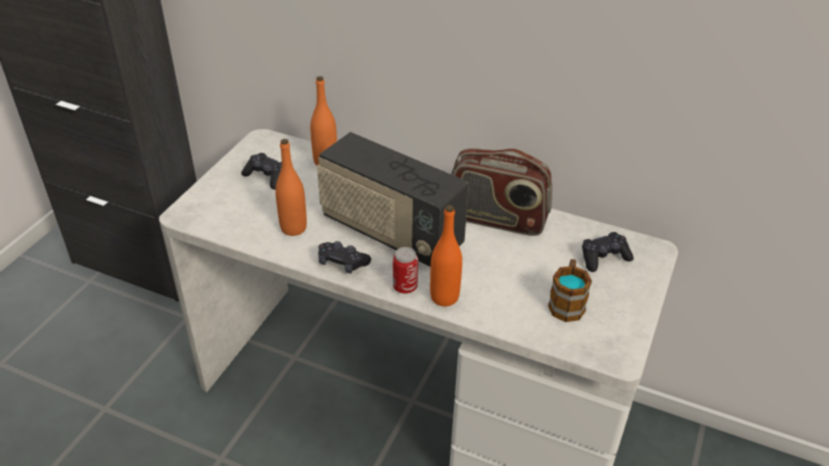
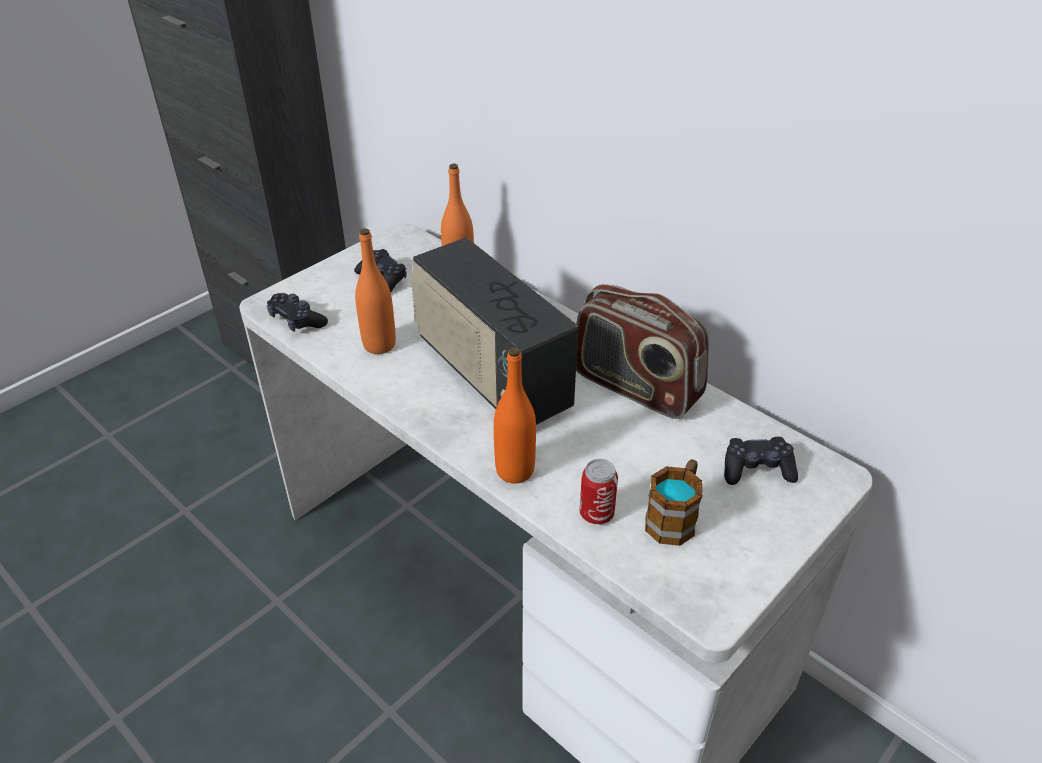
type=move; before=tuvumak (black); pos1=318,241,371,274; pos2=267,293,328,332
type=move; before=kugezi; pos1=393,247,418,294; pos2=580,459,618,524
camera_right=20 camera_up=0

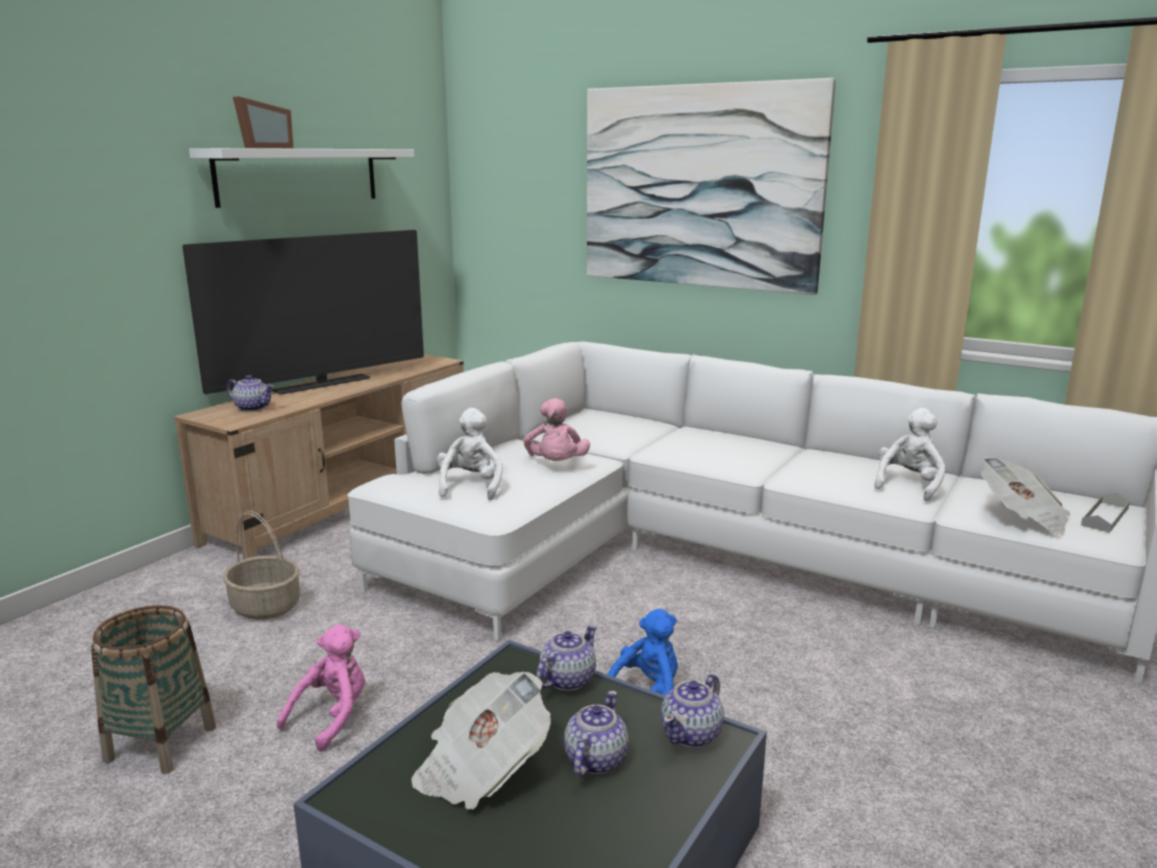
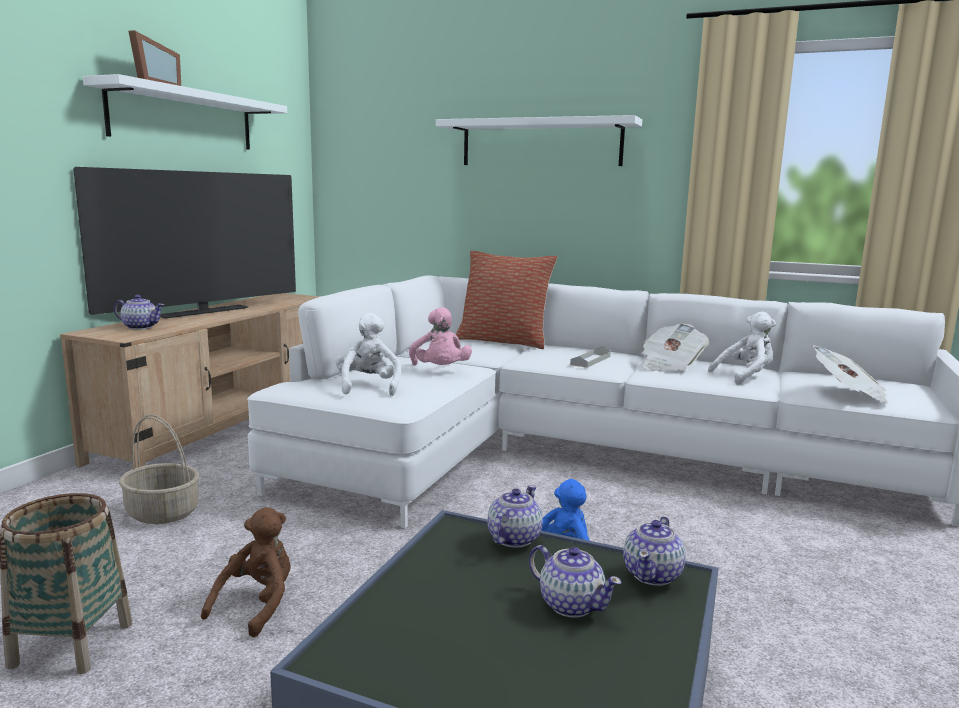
type=replace; before=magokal; after=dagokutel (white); pos1=587,78,836,295; pos2=436,115,642,166
type=rotate; before=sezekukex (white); pos1=874,408,946,501; pos2=708,312,776,385; turn=45
type=move; before=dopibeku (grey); pos1=1081,493,1130,533; pos2=570,346,611,368
type=recolor; before=sezekukex (pink); after=sezekukex (brown); pos1=276,624,365,752; pos2=201,507,291,638
type=move; before=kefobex; pos1=411,672,551,810; pos2=641,323,709,371
type=rotate; before=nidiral; pos1=564,691,629,777; pos2=529,545,622,618; turn=120
type=insert; after=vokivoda; pos2=456,250,557,349
camera_right=-10 camera_up=-5

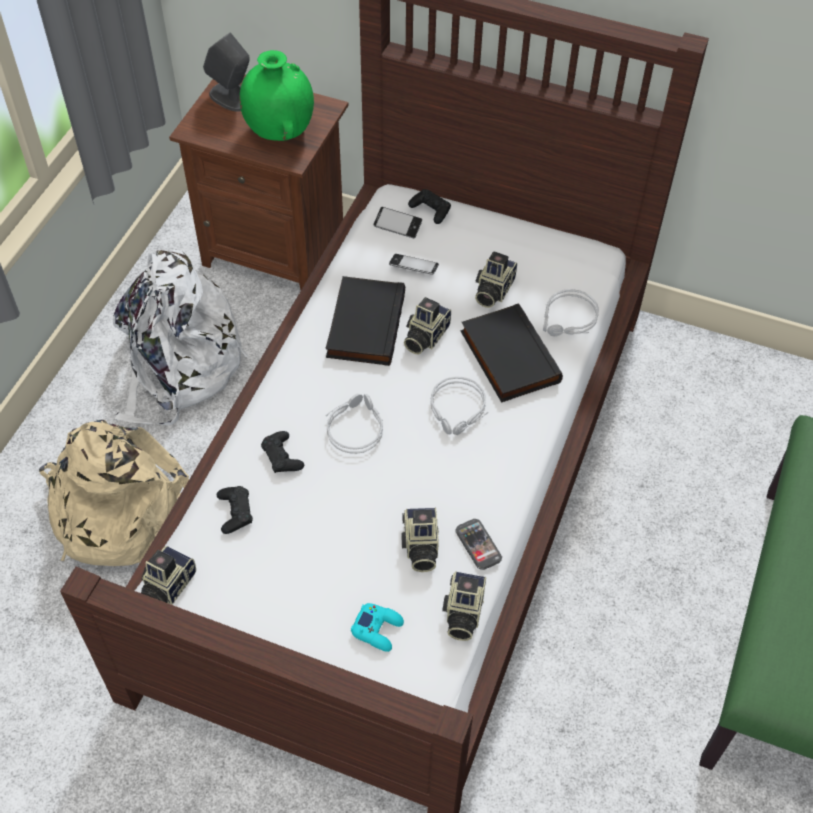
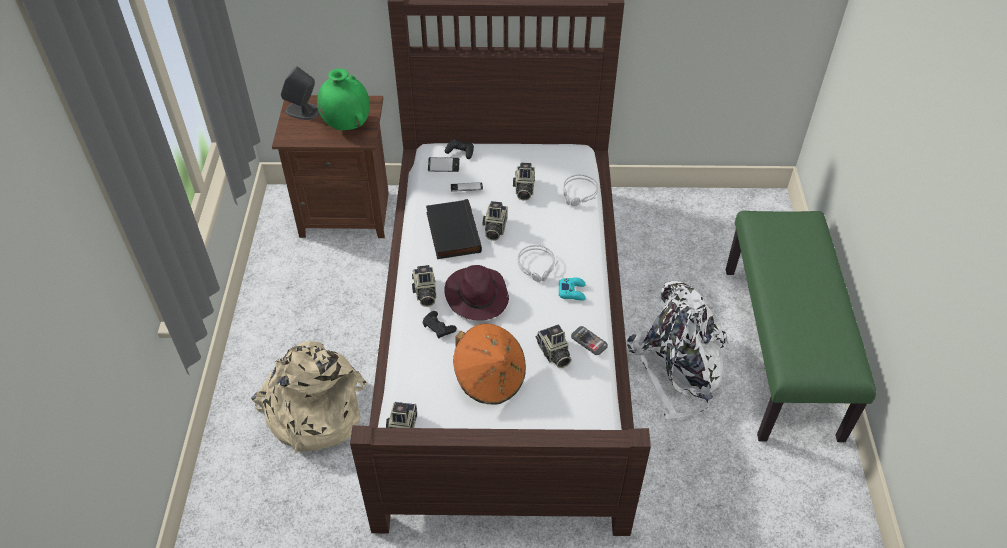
type=move; before=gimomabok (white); pos1=113,250,248,425; pos2=626,281,731,420
type=delete; before=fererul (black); pos1=461,303,563,403
type=replace; before=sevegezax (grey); after=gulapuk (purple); pos1=325,394,383,454; pos2=444,265,509,321
type=delete; before=tuvumak (black); pos1=216,486,253,534
type=move; before=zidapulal; pos1=442,572,486,641; pos2=412,265,437,307
type=move; before=tuvumak (turquoise); pos1=351,603,404,652; pos2=559,277,586,301
type=insert; after=gulapuk (orange); pos2=453,323,526,405
camera_right=-20 camera_up=-5

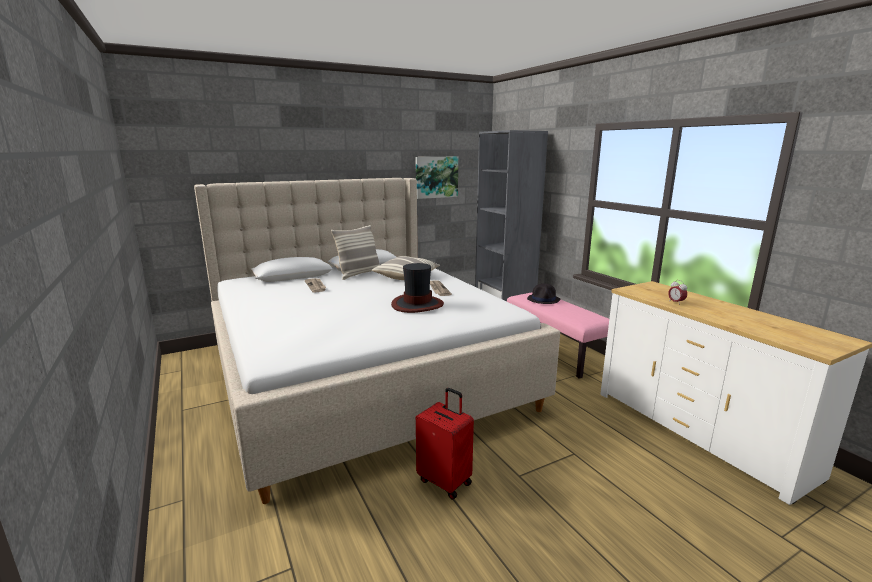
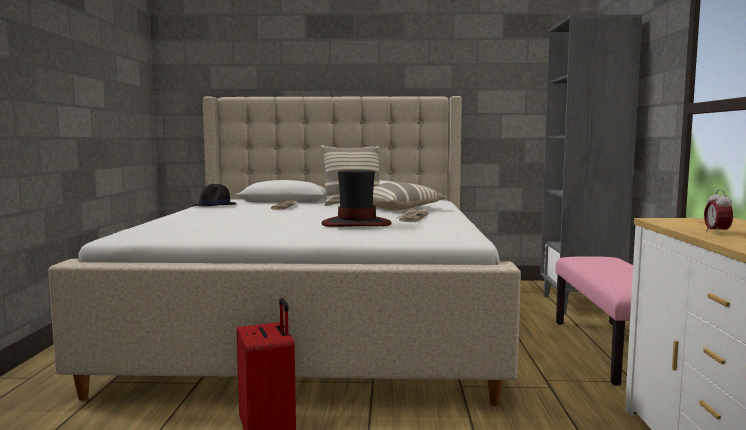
type=delete; before=magokal; pos1=416,157,458,199
type=move; before=gulapuk (black); pos1=527,283,561,304; pos2=192,184,237,206
camera_right=30 camera_up=-10

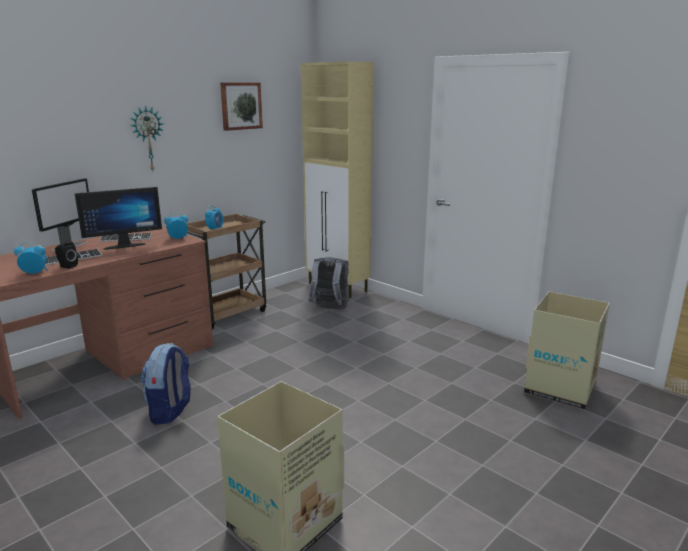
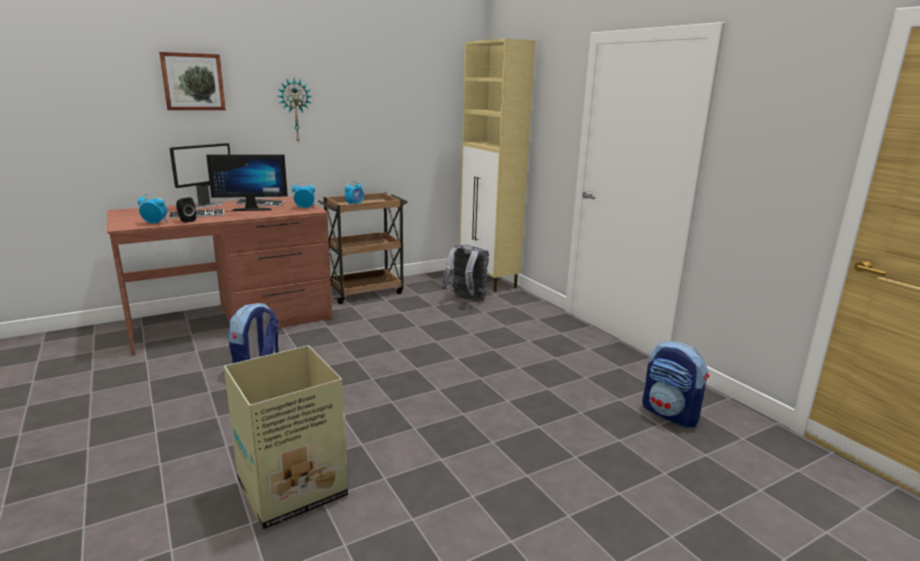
type=move; before=magokal; pos1=220,82,263,131; pos2=159,52,226,110
type=replace; before=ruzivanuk; after=gimomabok; pos1=524,292,610,410; pos2=642,341,709,427
camera_right=15 camera_up=0

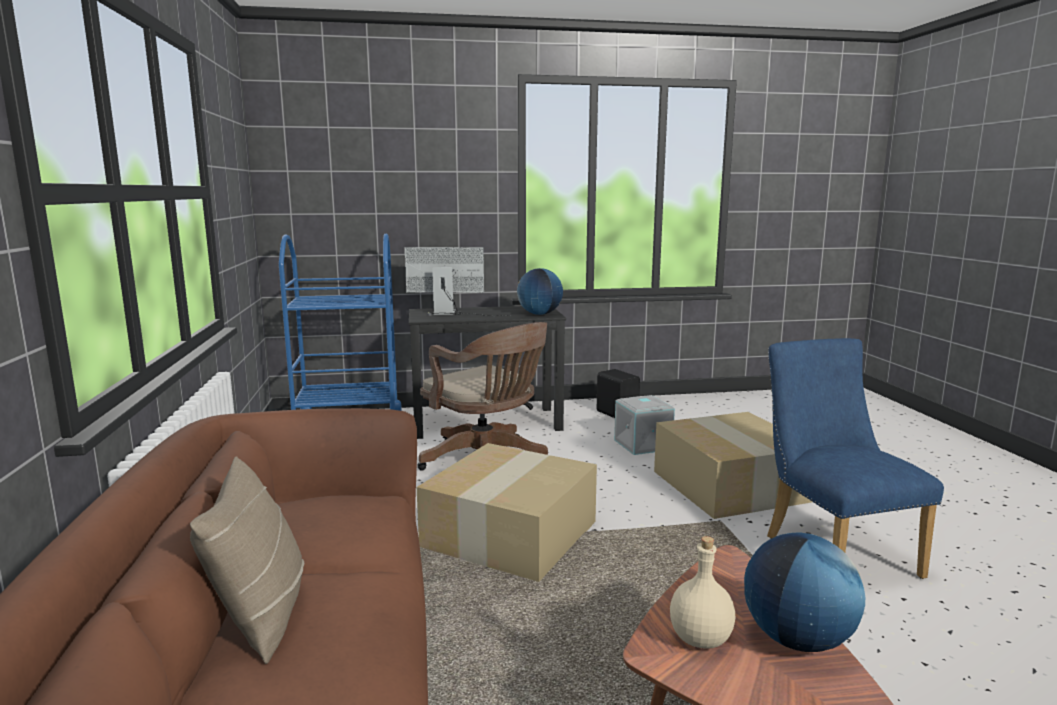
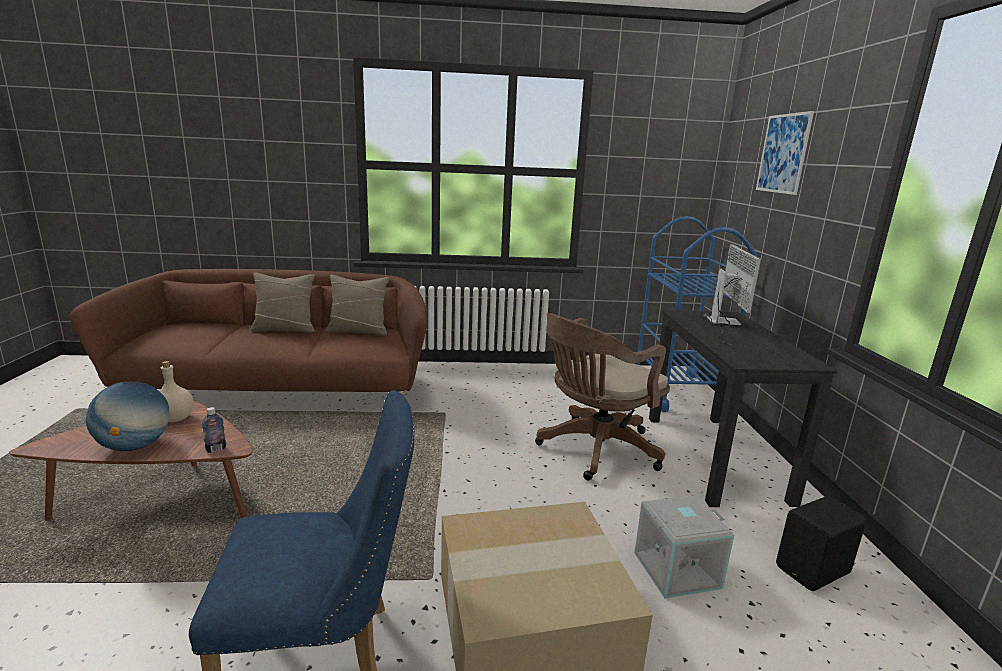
type=delete; before=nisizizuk; pos1=517,268,563,315
type=delete; before=ruzivanuk; pos1=417,443,597,582
type=insert; after=magokal; pos2=756,111,814,195
type=insert; after=vokivoda (beige); pos2=326,275,389,335
type=insert; after=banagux; pos2=202,407,226,453
camera_right=95 camera_up=5

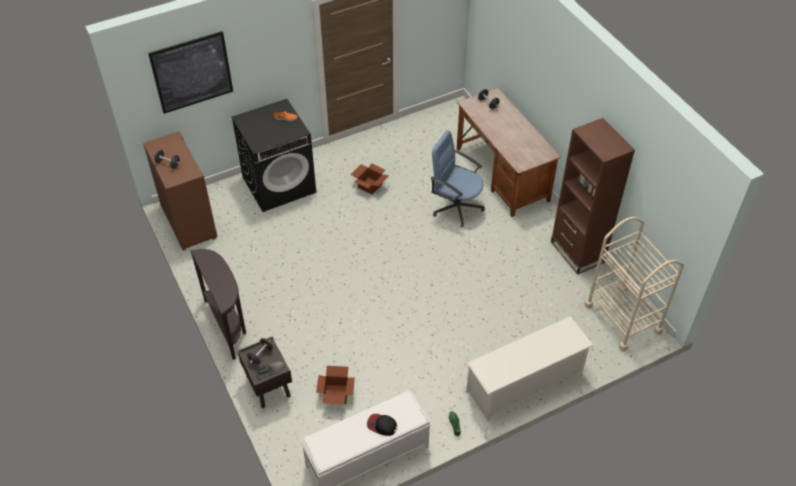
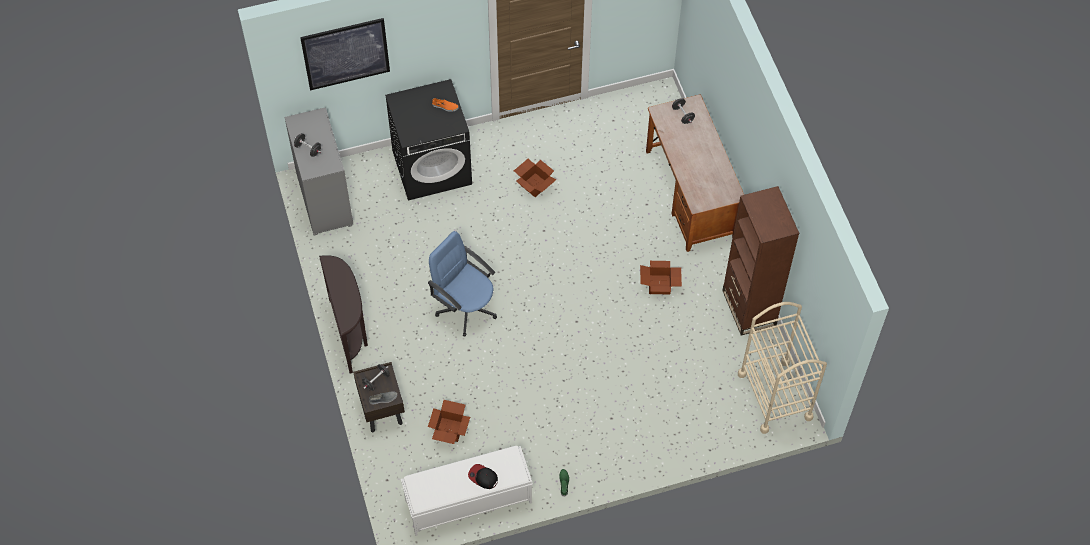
type=move; before=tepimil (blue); pos1=431,130,485,227; pos2=428,231,497,336
type=recolor; before=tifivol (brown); after=tifivol (grey); pos1=143,131,217,251; pos2=284,108,353,236
type=delete; before=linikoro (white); pos1=466,316,594,421
type=insert; after=ruzivanuk; pos2=640,261,682,294
camera_right=10 camera_up=10

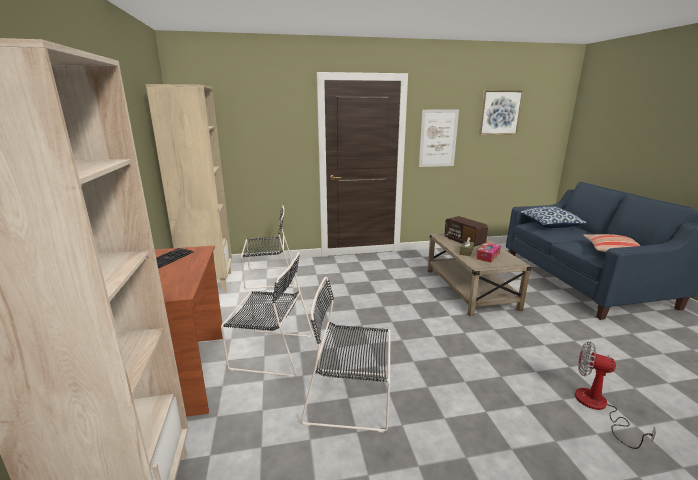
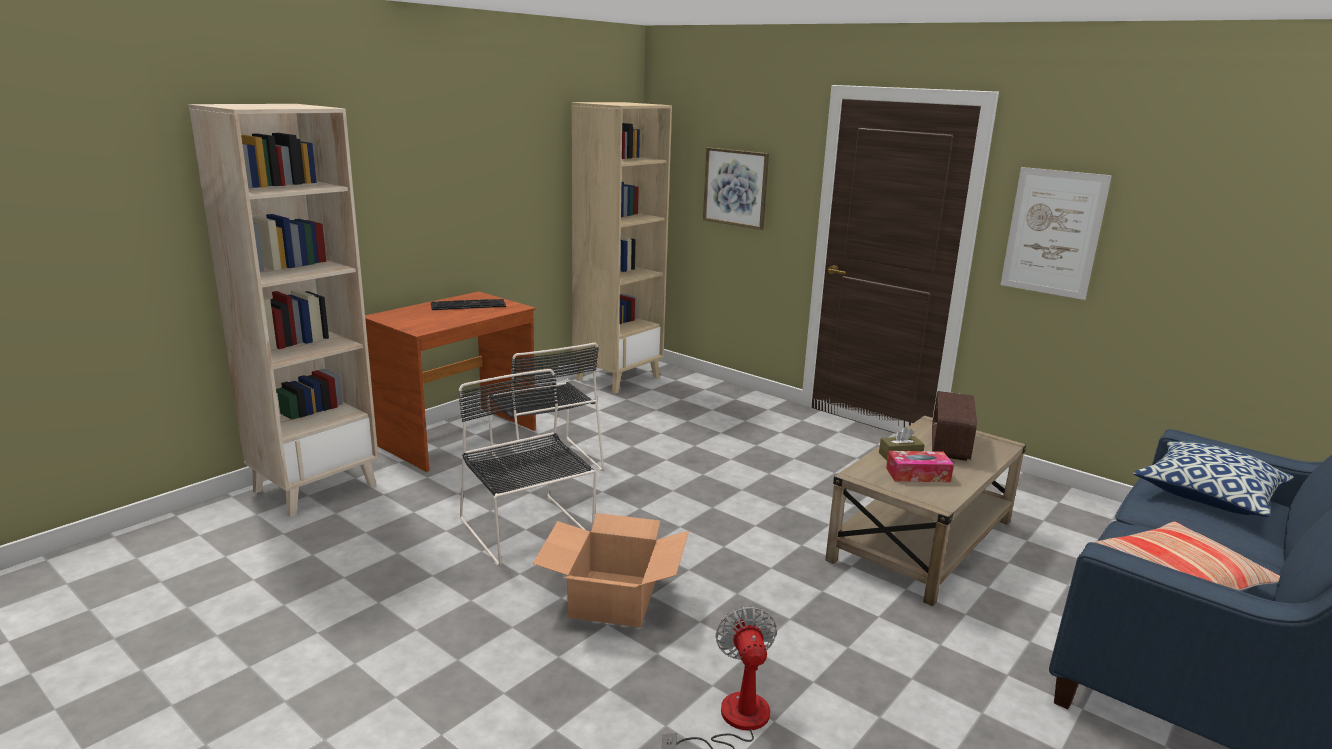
type=move; before=magokal; pos1=479,90,524,135; pos2=703,147,769,230
type=delete; before=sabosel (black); pos1=241,205,295,289
type=insert; after=ruzivanuk; pos2=533,513,689,628
camera_right=50 camera_up=0

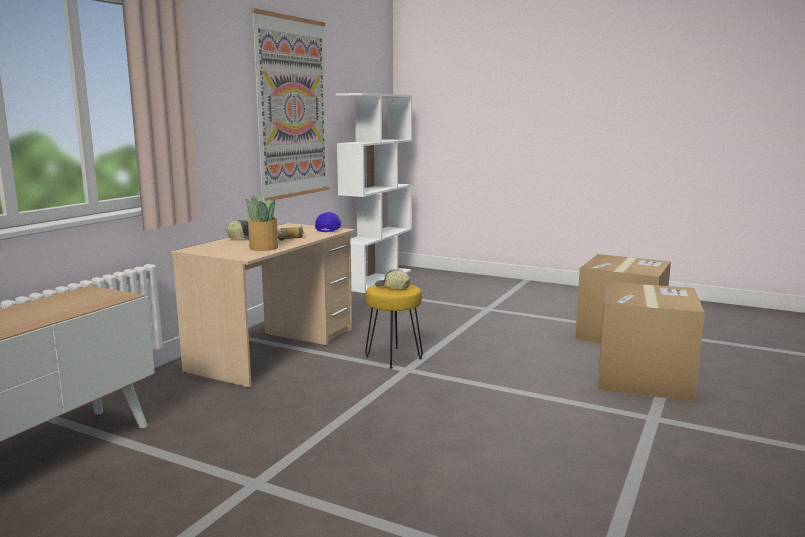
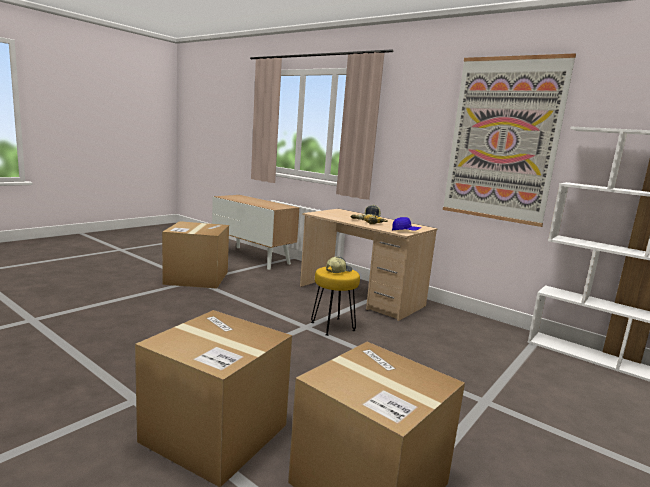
type=delete; before=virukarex; pos1=245,195,278,251
type=insert; after=ruzivanuk; pos2=162,221,229,289
camera_right=100 camera_up=0

